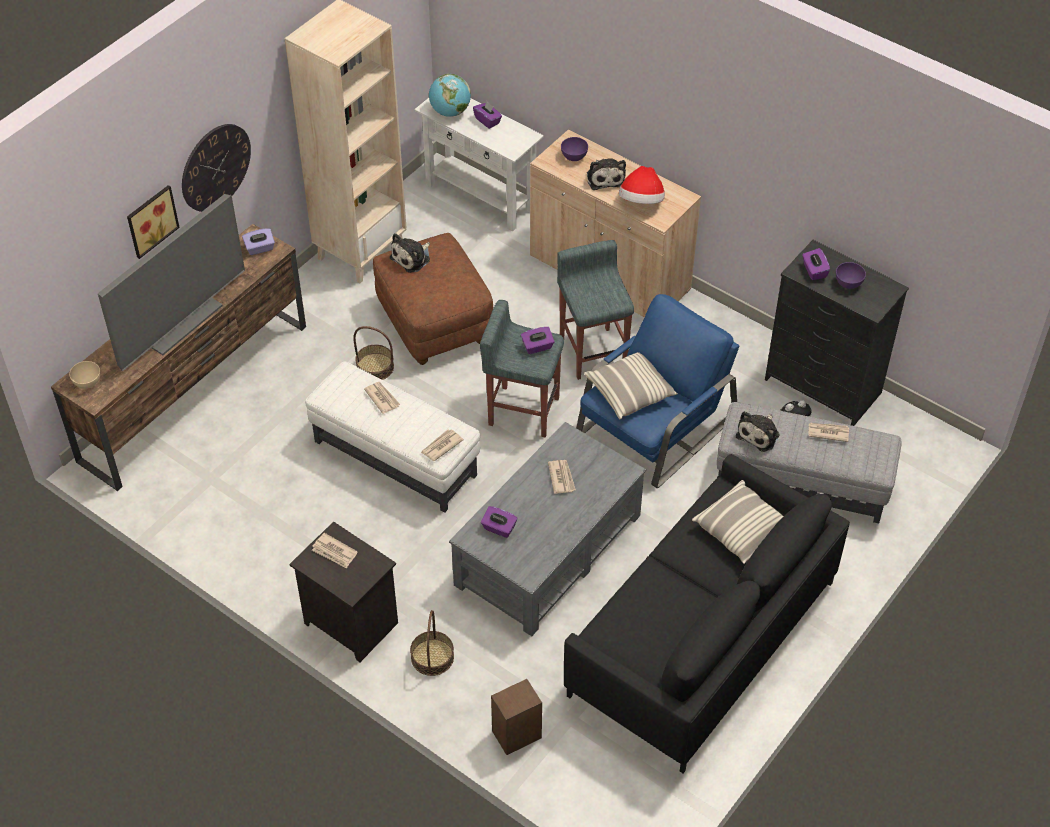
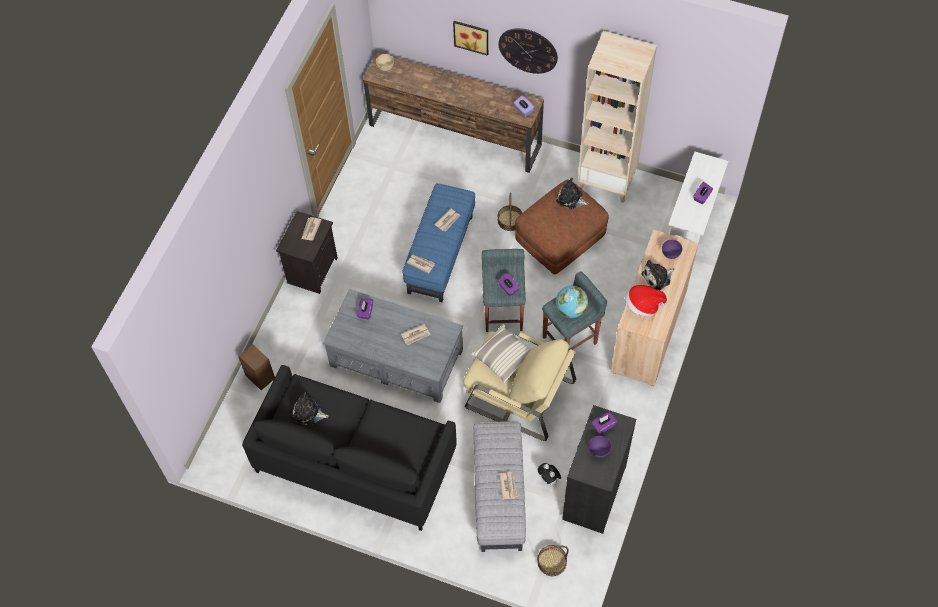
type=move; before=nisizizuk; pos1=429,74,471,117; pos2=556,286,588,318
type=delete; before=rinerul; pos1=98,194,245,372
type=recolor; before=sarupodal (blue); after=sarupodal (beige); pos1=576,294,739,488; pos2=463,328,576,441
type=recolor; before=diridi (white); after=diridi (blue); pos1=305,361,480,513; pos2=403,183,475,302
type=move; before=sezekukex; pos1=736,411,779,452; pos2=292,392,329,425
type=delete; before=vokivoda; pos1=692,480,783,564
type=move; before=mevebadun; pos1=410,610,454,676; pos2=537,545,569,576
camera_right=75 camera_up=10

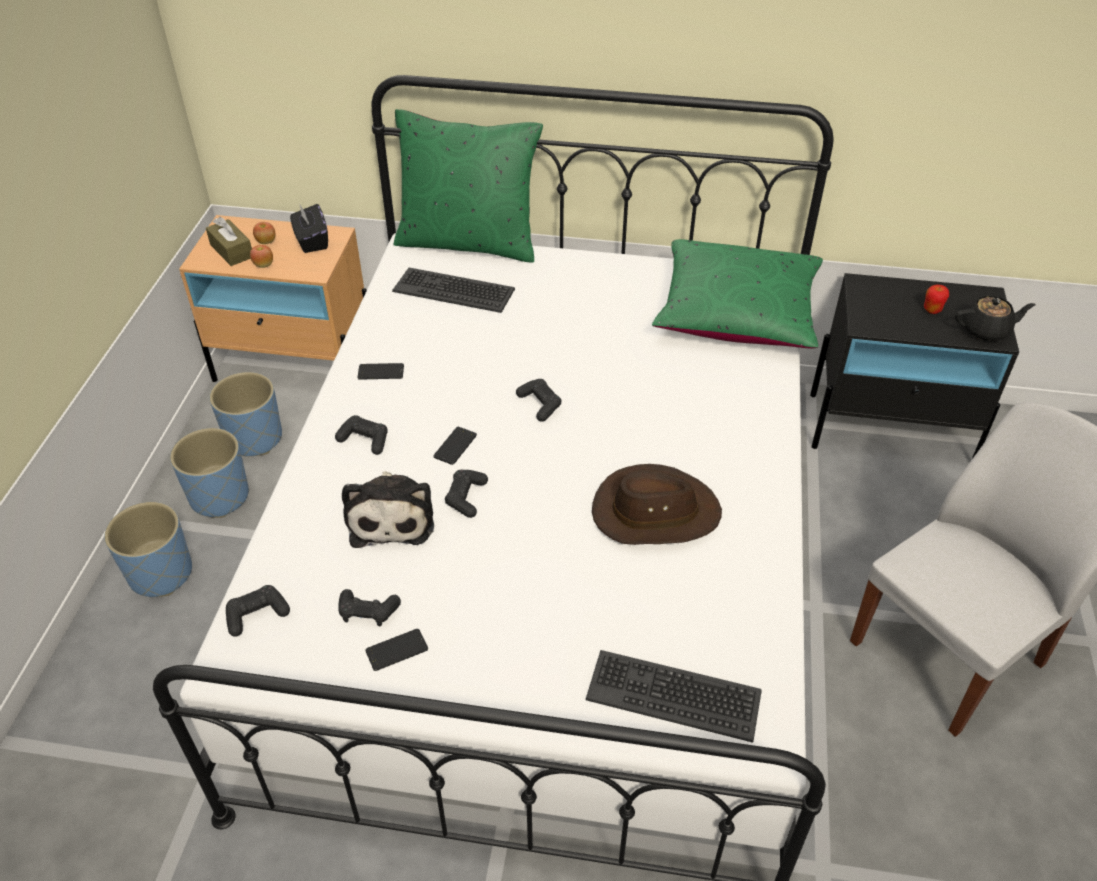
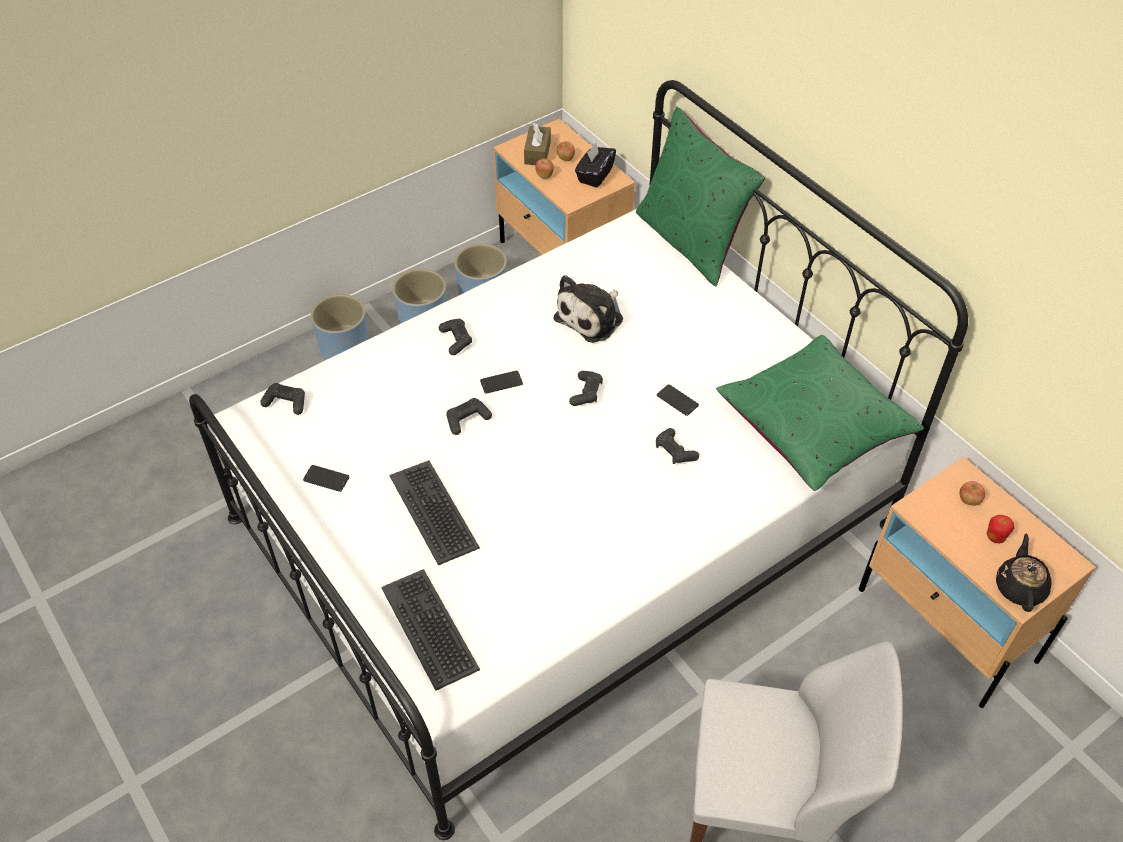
type=move; before=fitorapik; pos1=392,268,515,313; pos2=390,460,480,565
type=recolor; before=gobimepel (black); after=gobimepel (beige); pos1=810,273,1019,459; pos2=859,457,1096,708
type=rotate; before=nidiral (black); pos1=955,295,1036,341; pos2=996,534,1051,612; turn=-120
type=move; before=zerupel; pos1=357,363,404,380; pos2=657,384,699,416
type=delete; before=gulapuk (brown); pos1=592,464,722,545
type=move; before=sezekukex; pos1=342,471,434,548; pos2=554,275,623,343
type=move; before=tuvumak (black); pos1=338,589,401,626; pos2=656,428,699,464
type=insert; after=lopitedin; pos2=959,481,985,506
camera_right=45 camera_up=5

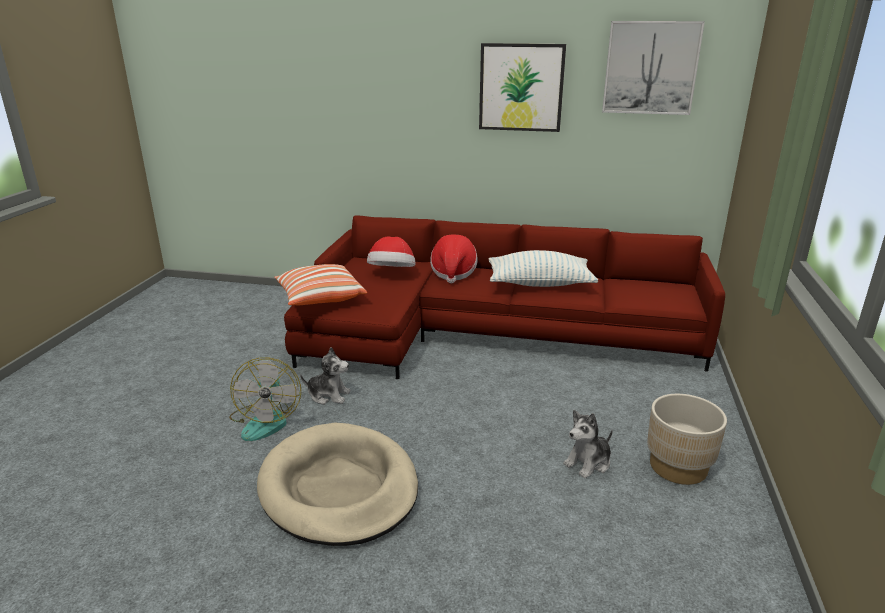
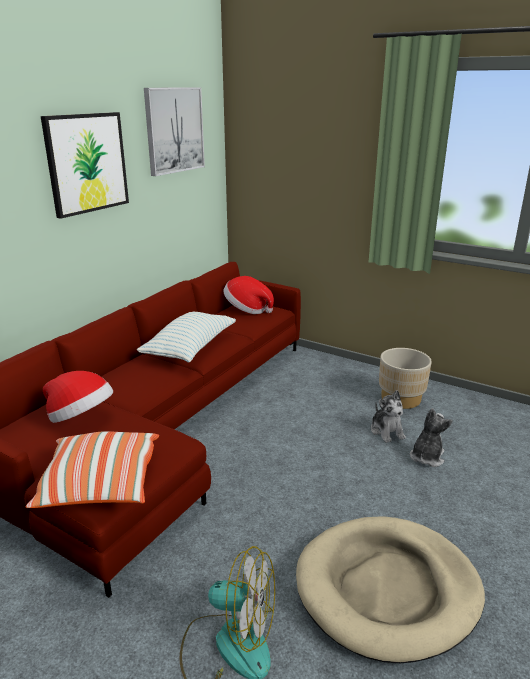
type=move; before=gulapuk; pos1=430,235,478,283; pos2=224,276,274,314
type=move; before=sezekukex; pos1=300,347,351,405; pos2=410,408,453,467
camera_right=-70 camera_up=0

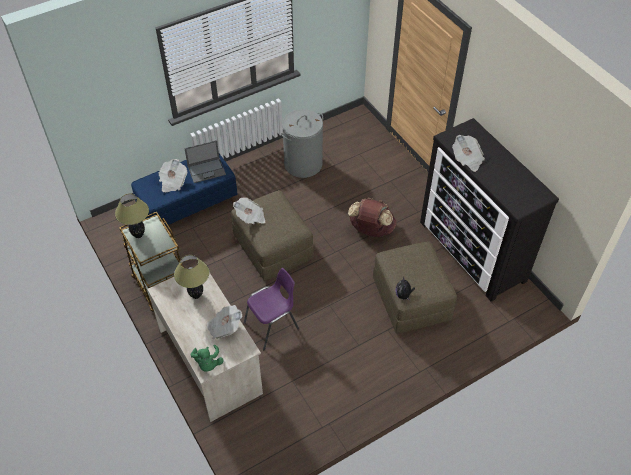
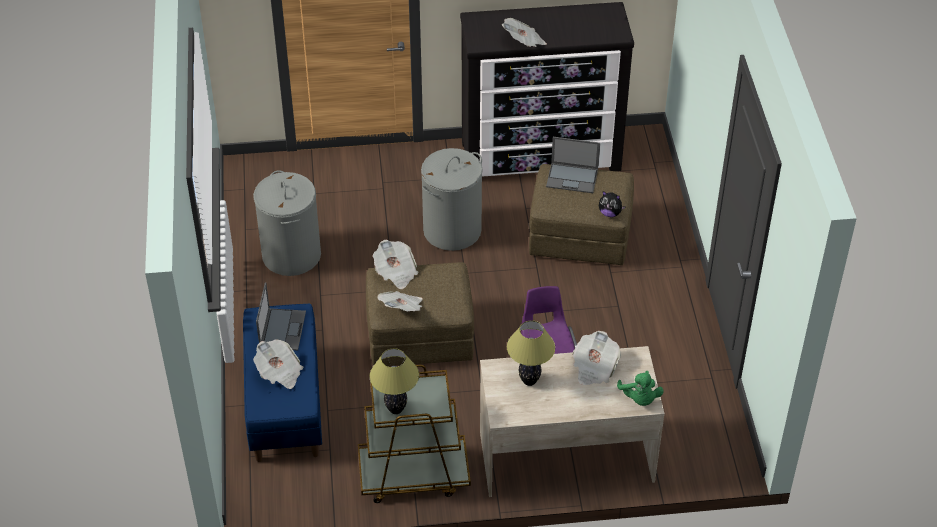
type=replace; before=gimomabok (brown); after=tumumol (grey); pos1=348,198,397,237; pos2=421,148,483,251
type=rotate; before=sezekukex (green); pos1=191,345,224,372; pos2=617,371,664,406; turn=60
type=insert; after=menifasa; pos2=546,137,600,193
type=insert; after=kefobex; pos2=373,240,418,289
camera_right=-65 camera_up=-5

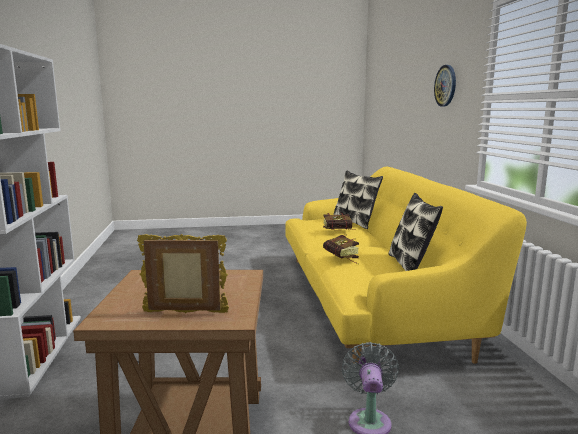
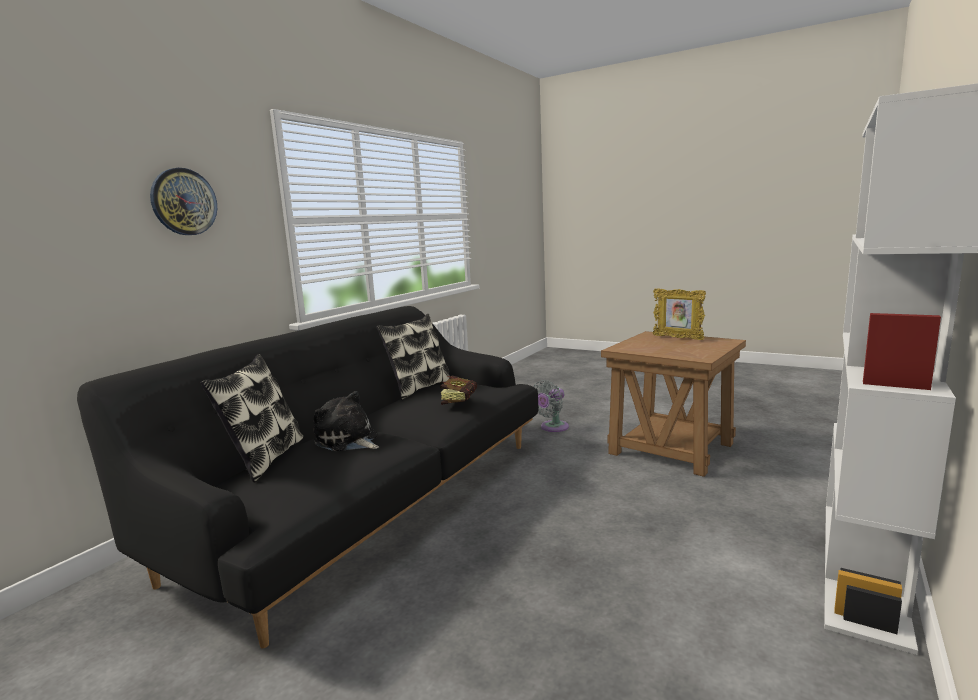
type=recolor; before=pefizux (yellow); after=pefizux (black); pos1=285,167,527,364; pos2=77,306,538,648
type=replace; before=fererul; after=sezekukex; pos1=323,213,355,230; pos2=314,391,379,451
camera_right=-140 camera_up=0

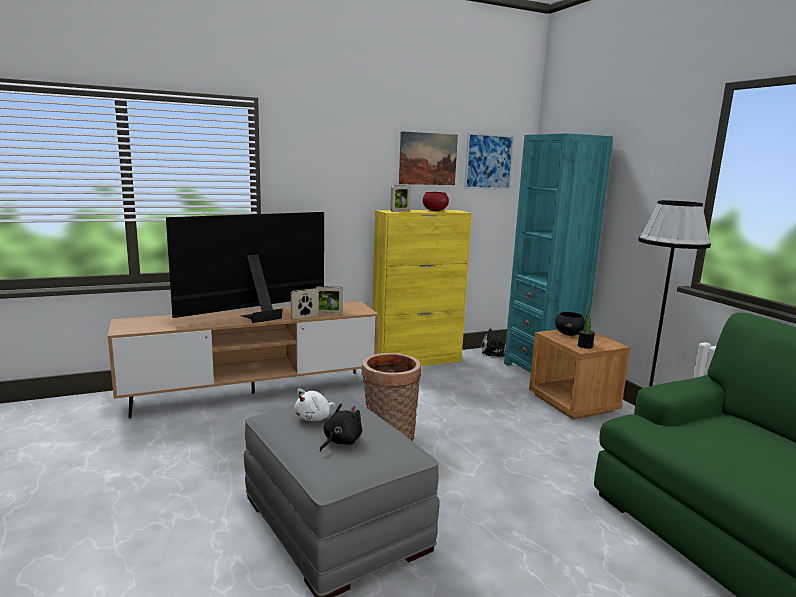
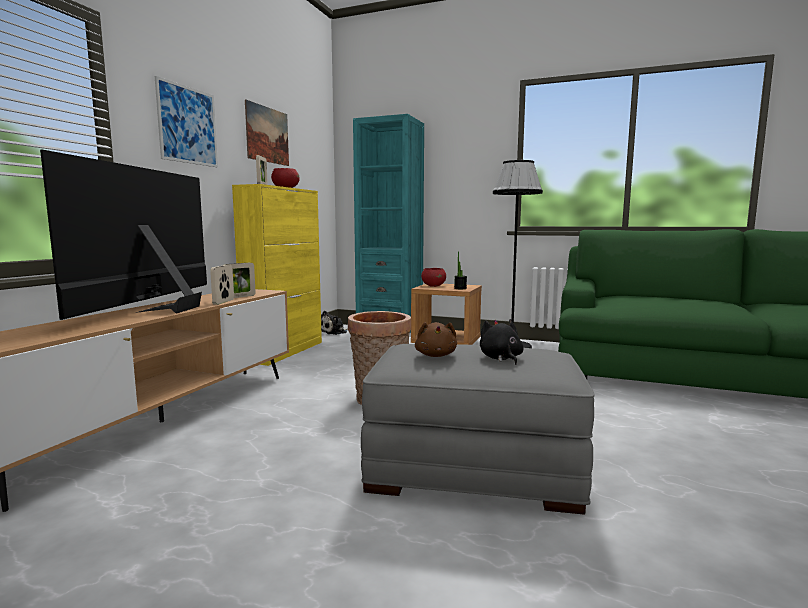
type=move; before=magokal; pos1=464,133,515,190; pos2=155,76,218,167
type=recolor; before=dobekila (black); after=dobekila (red); pos1=555,312,585,336; pos2=421,268,446,287
type=recolor; before=sezekukex (white); after=sezekukex (brown); pos1=294,389,335,421; pos2=415,322,457,357
camera_right=-45 camera_up=-5

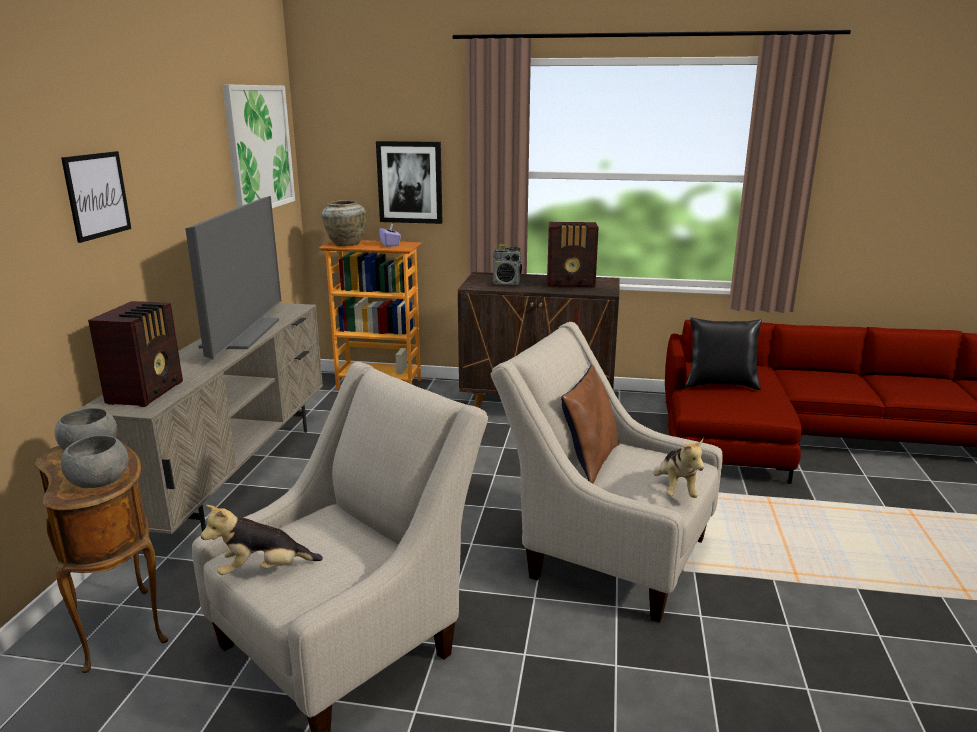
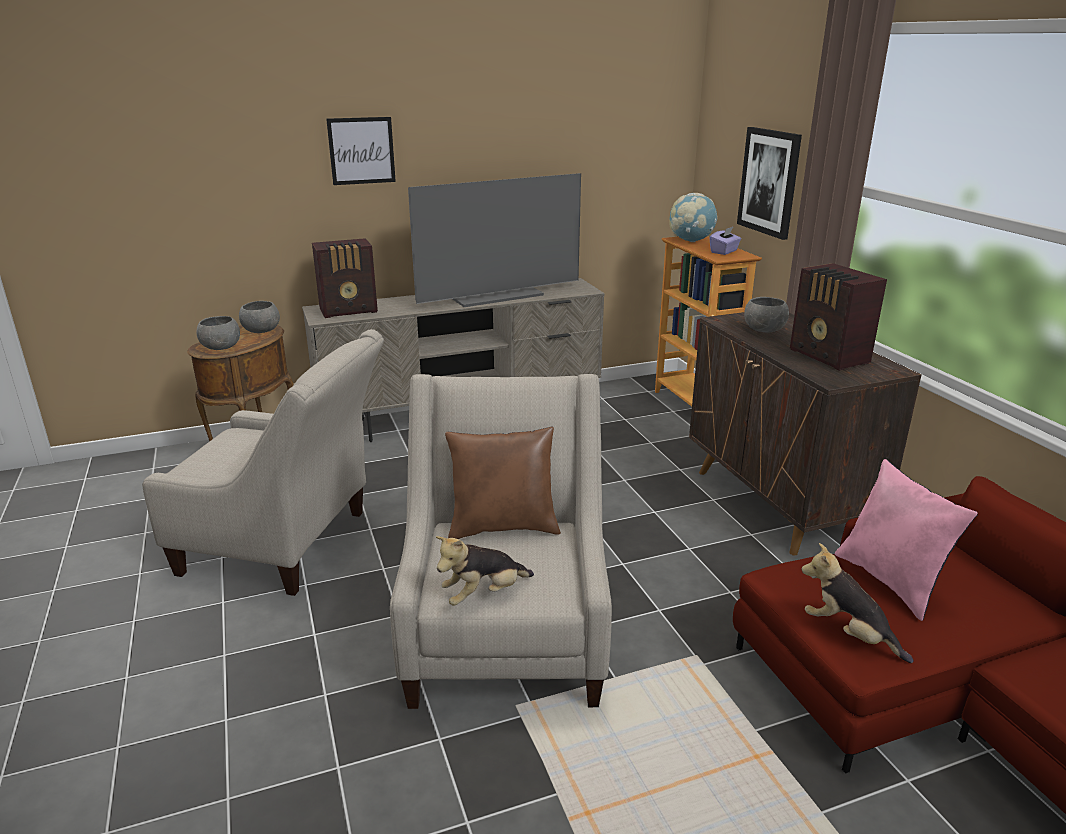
type=delete; before=magokal; pos1=223,85,295,208
type=replace; before=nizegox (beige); after=nisizizuk; pos1=322,200,366,246; pos2=669,193,718,242
type=replace; before=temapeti; after=dobekila (grey); pos1=493,244,522,285; pos2=744,297,789,332
type=recolor; before=vokivoda (black); after=vokivoda (pink); pos1=686,318,762,390; pos2=835,459,978,621
type=move; before=sezekukex; pos1=201,505,323,575; pos2=801,543,913,663
camera_right=60 camera_up=5

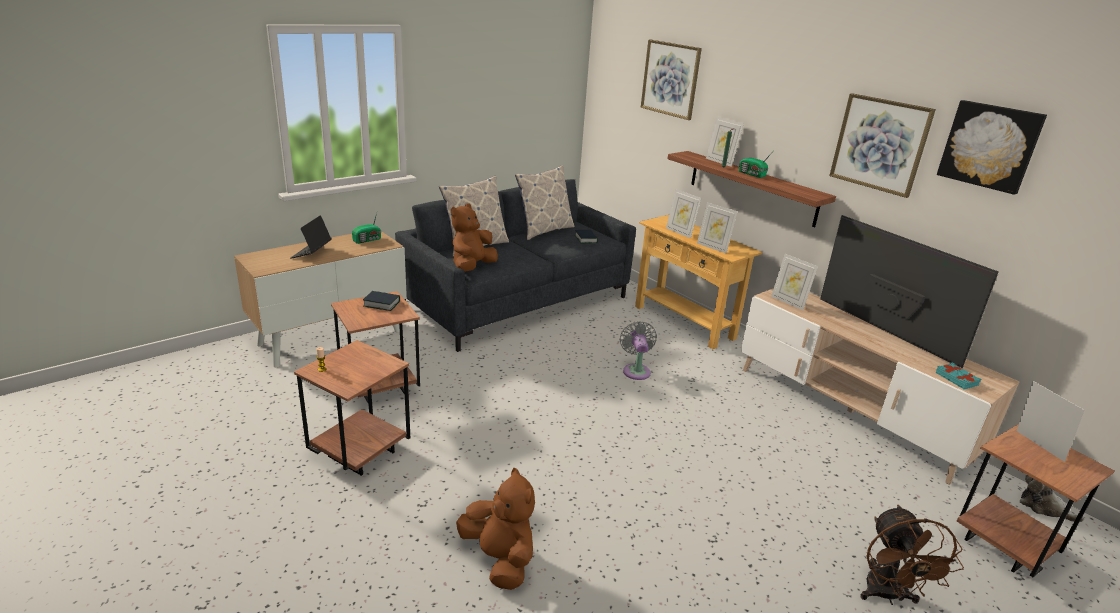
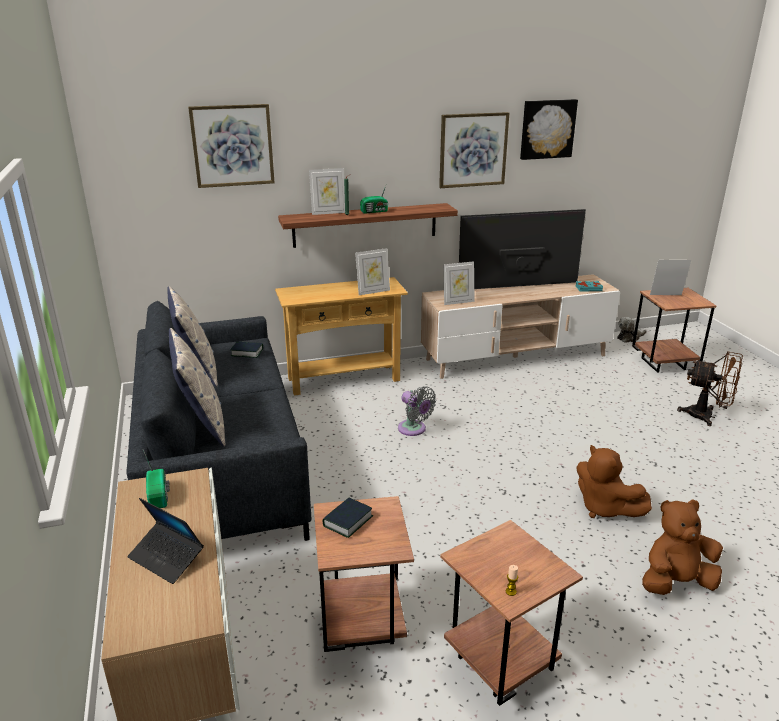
type=delete; before=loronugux; pos1=666,189,701,239
type=move; before=sezekukex (brown); pos1=451,203,498,272; pos2=576,445,652,518
type=rotate; before=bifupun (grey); pos1=620,321,657,380; pos2=398,386,436,436; turn=-150
camera_right=-65 camera_up=0

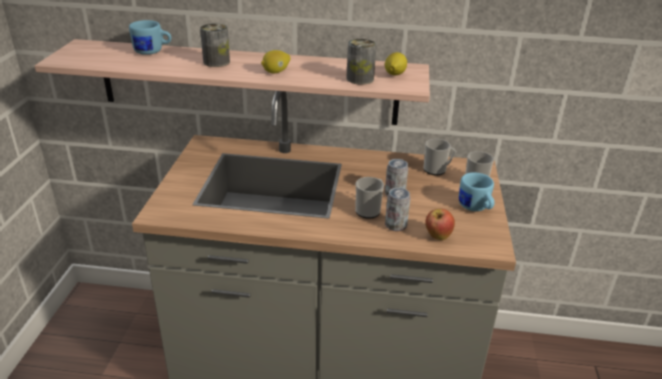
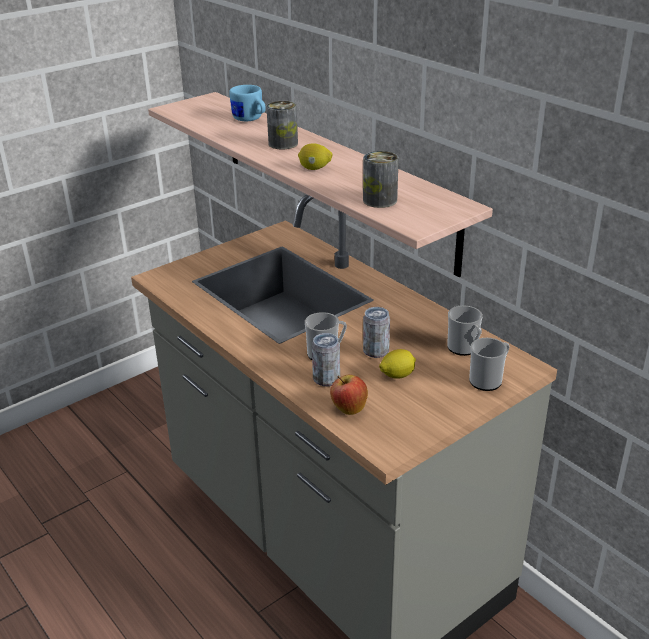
type=move; before=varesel; pos1=385,52,407,75; pos2=379,349,416,379
type=delete; before=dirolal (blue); pos1=459,172,495,211
camera_right=45 camera_up=0

